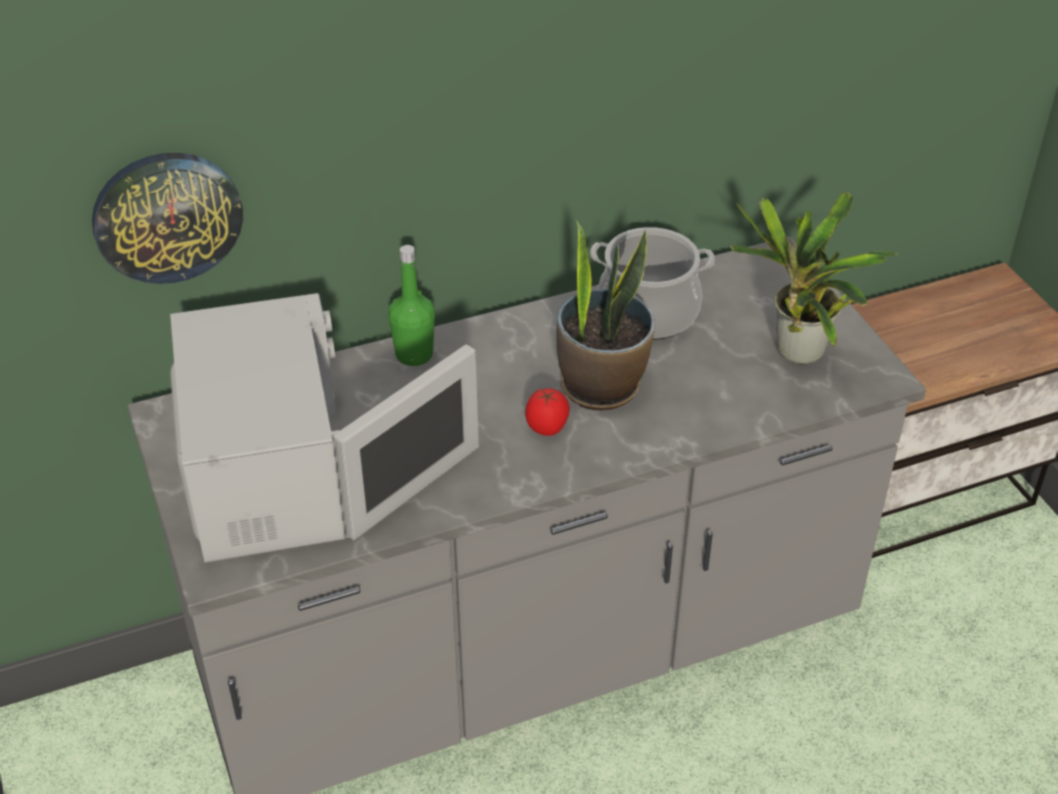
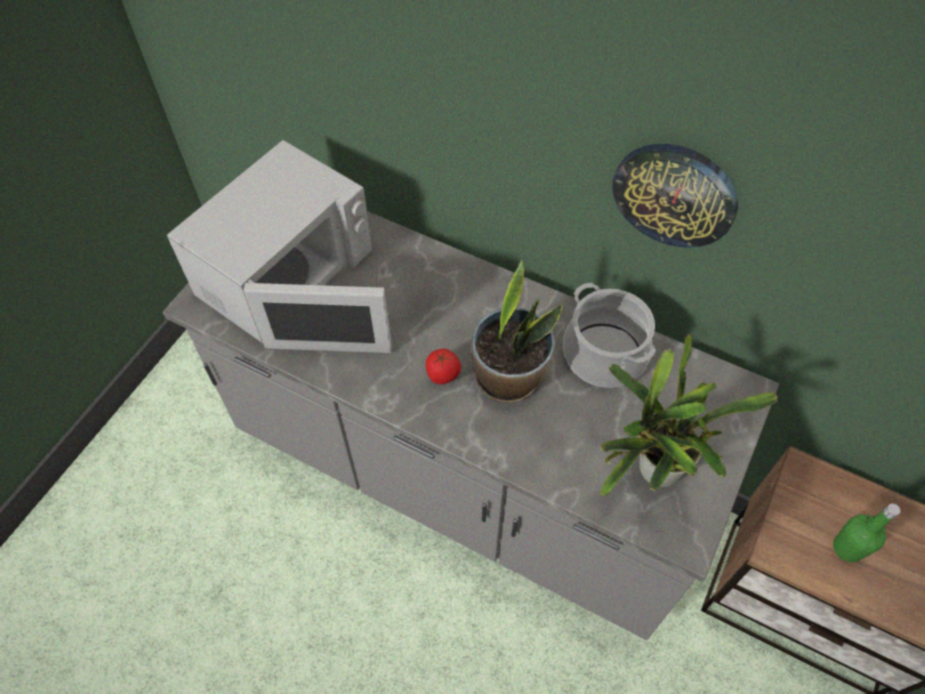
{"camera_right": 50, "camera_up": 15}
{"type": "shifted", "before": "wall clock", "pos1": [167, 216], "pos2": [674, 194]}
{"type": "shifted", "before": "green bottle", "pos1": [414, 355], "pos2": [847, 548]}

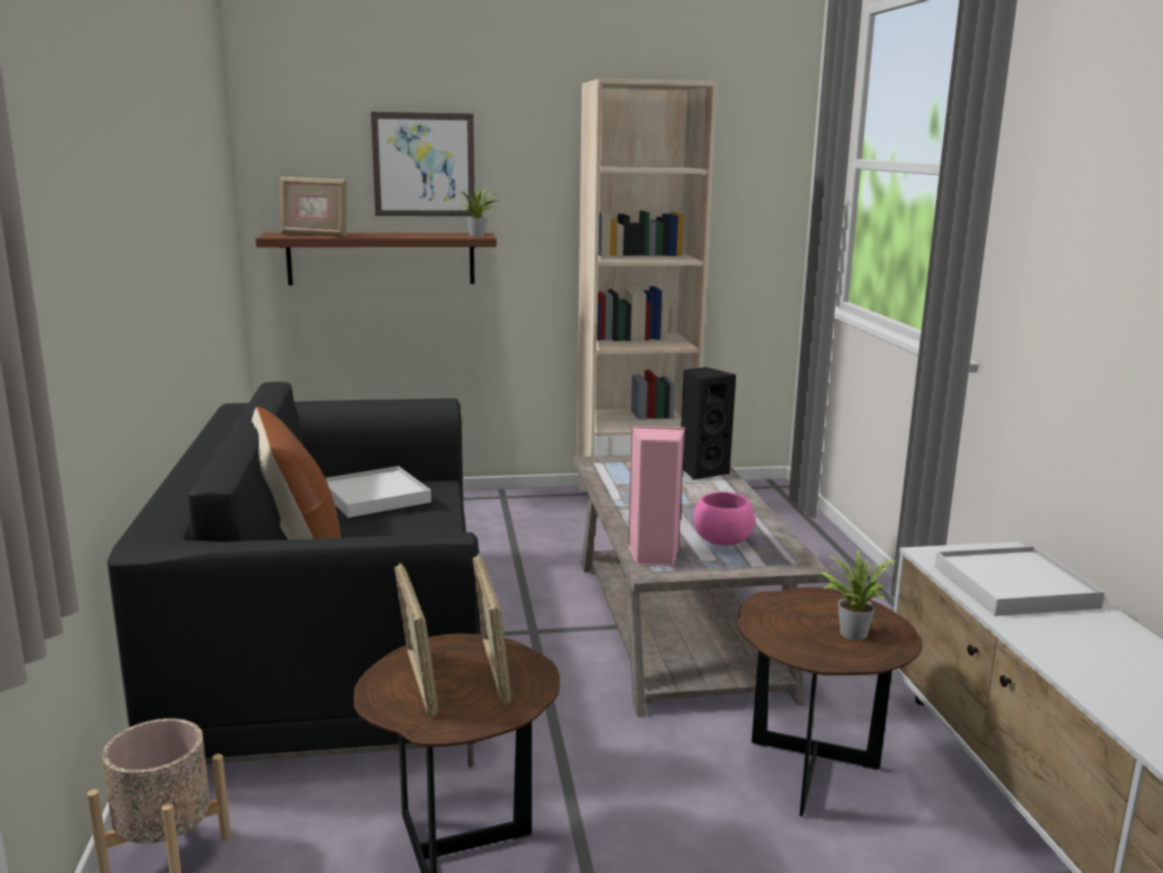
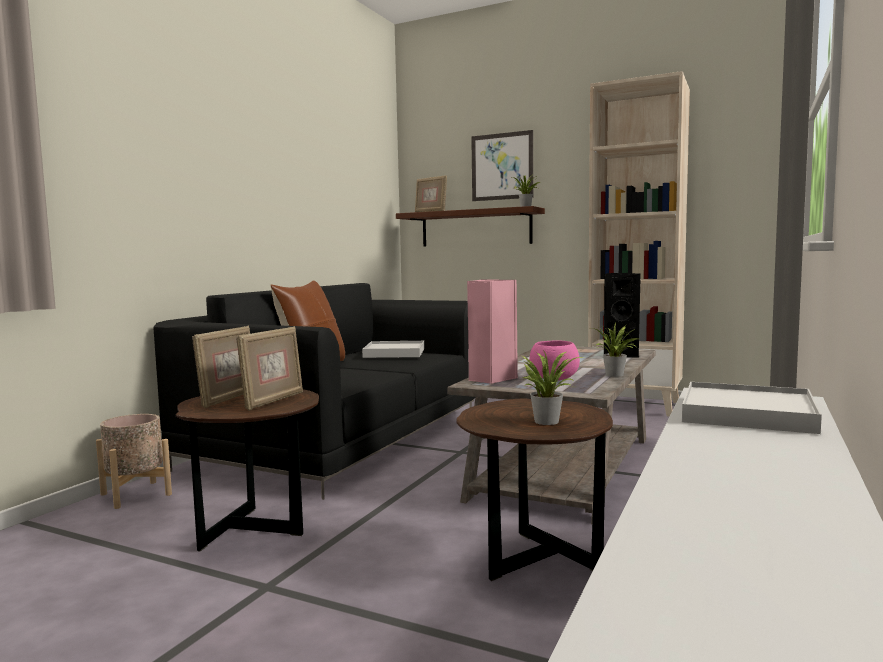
{"camera_right": 35, "camera_up": -10}
{"type": "new", "after": "potted plant", "pos2": [615, 375]}

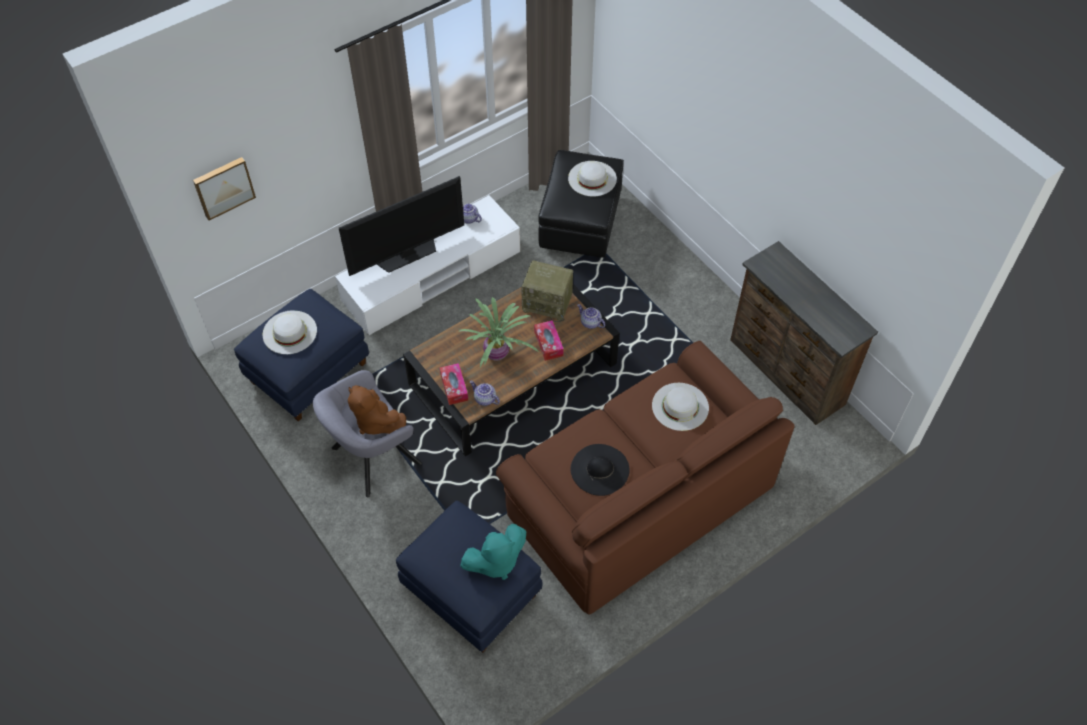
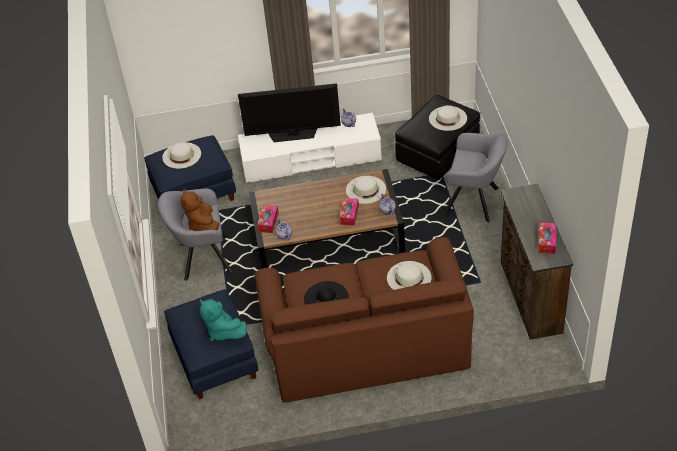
{"camera_right": 30, "camera_up": -10}
{"type": "gone", "before": "picture", "pos1": [223, 187]}
{"type": "gone", "before": "potted plant", "pos1": [497, 354]}
{"type": "rotated", "before": "turquoise plush toy", "pos1": [495, 561], "pos2": [223, 331], "turn": 45}
{"type": "swapped", "before": "radio", "after": "white hat", "pos1": [548, 303], "pos2": [365, 189]}
{"type": "new", "after": "grey armchair", "pos2": [475, 202]}
{"type": "new", "after": "tissue box", "pos2": [546, 241]}

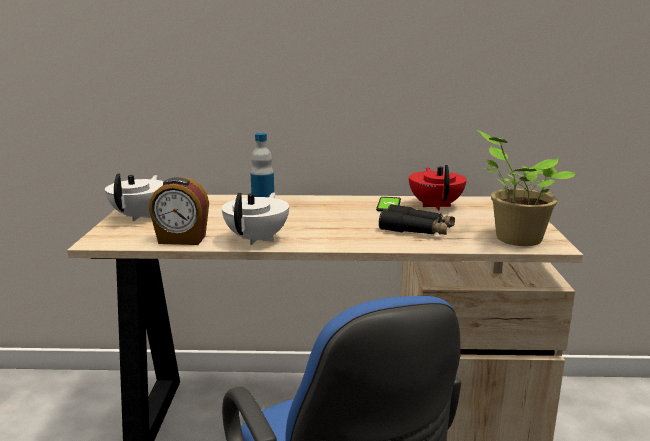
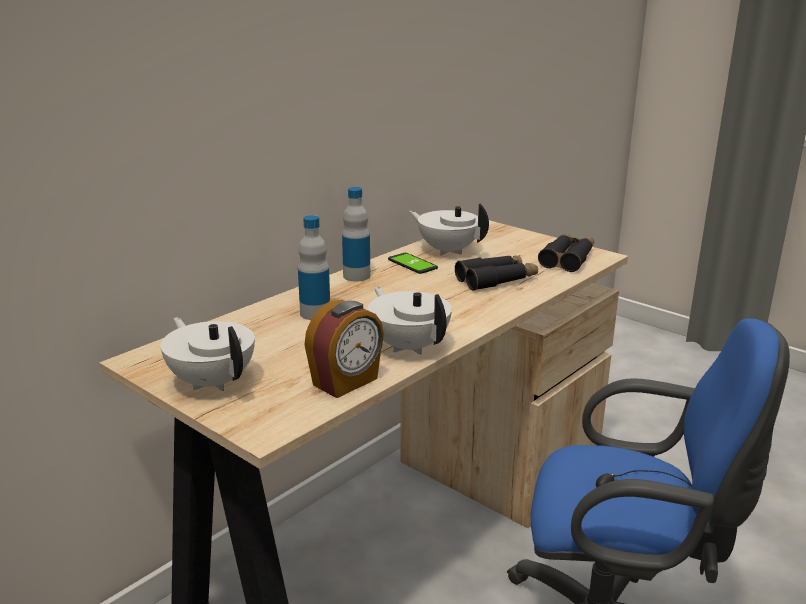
{"camera_right": -50, "camera_up": 5}
{"type": "repainted", "before": "red teapot", "after": "white teapot", "pos1": [436, 206], "pos2": [448, 250]}
{"type": "swapped", "before": "potted plant", "after": "black binoculars", "pos1": [514, 238], "pos2": [567, 259]}
{"type": "new", "after": "bottle", "pos2": [356, 276]}

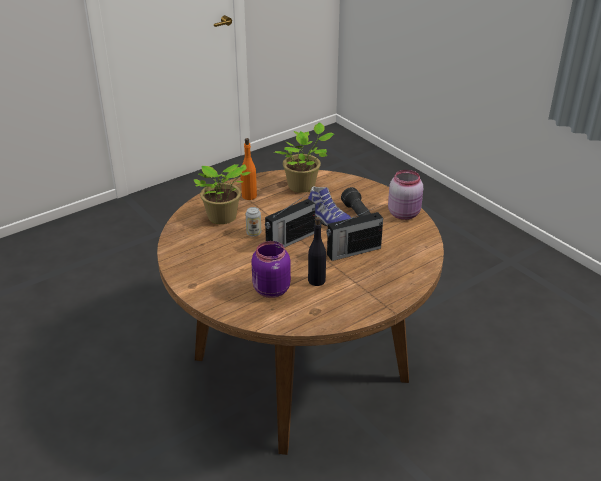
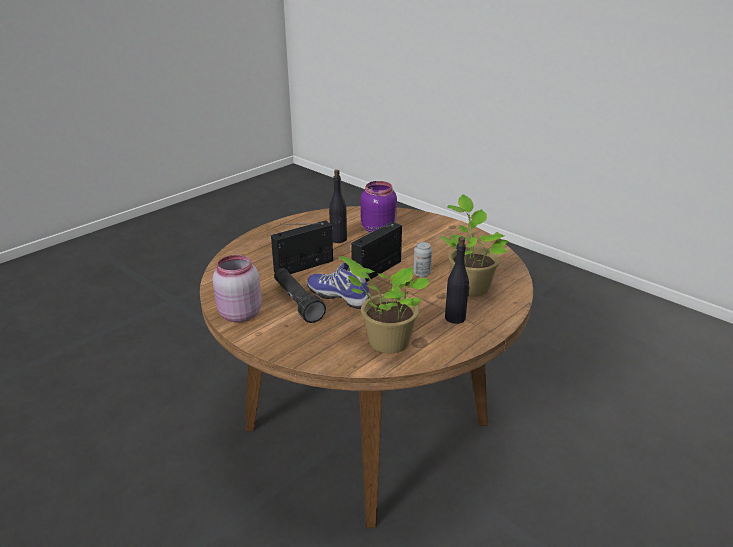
{"camera_right": 170, "camera_up": -5}
{"type": "repainted", "before": "orange bottle", "after": "black bottle", "pos1": [249, 196], "pos2": [455, 318]}

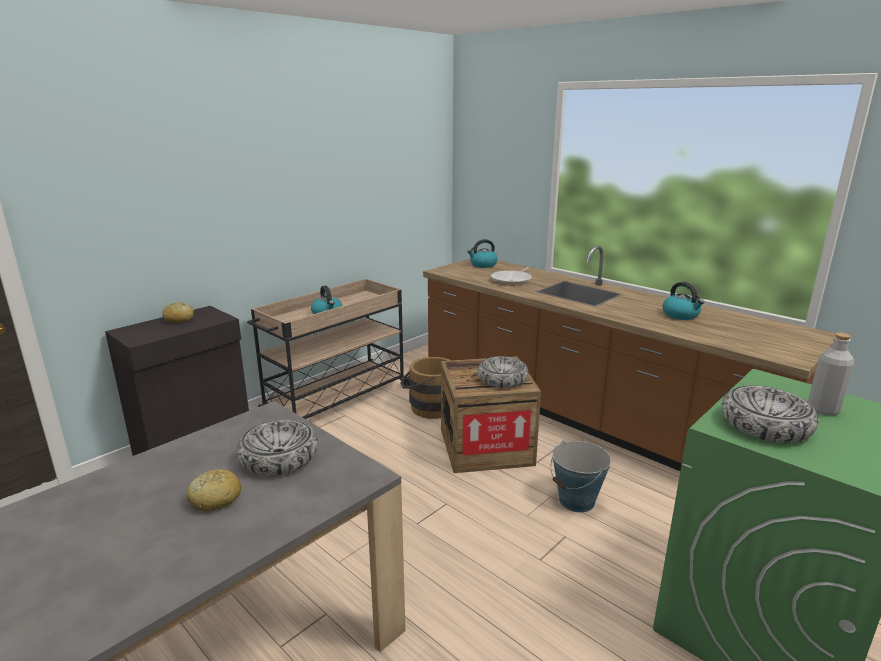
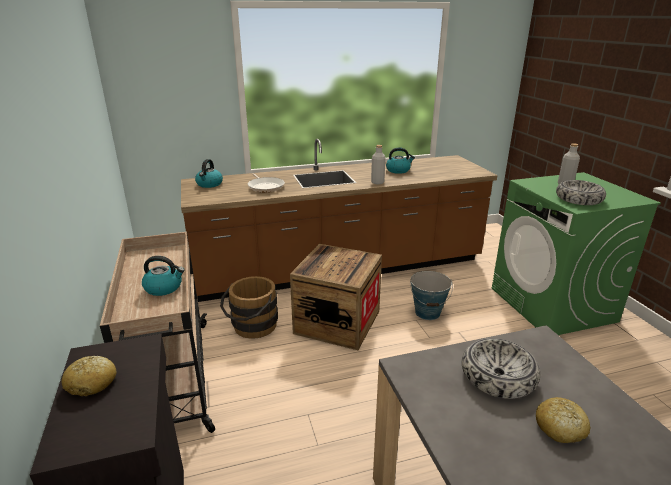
{"camera_right": -60, "camera_up": 5}
{"type": "gone", "before": "bowl", "pos1": [502, 379]}
{"type": "new", "after": "grey bottle", "pos2": [377, 182]}

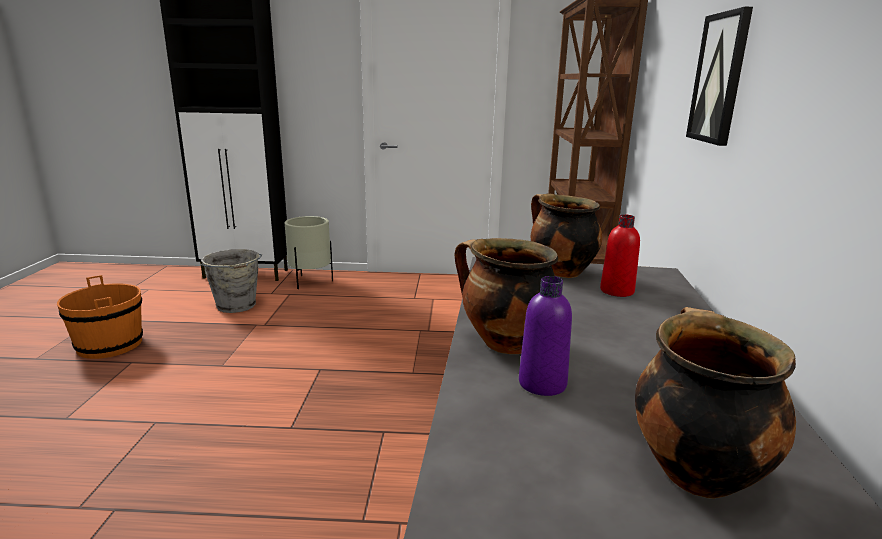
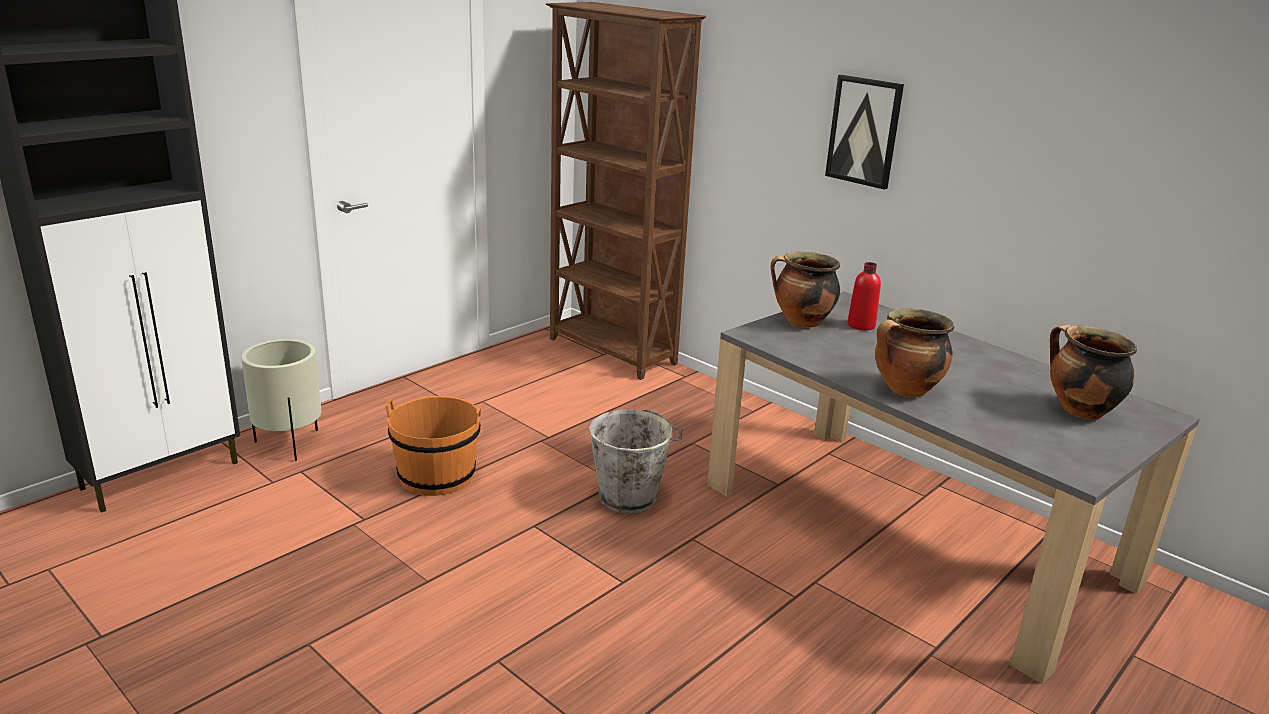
{"camera_right": -50, "camera_up": 5}
{"type": "shifted", "before": "orange bucket", "pos1": [110, 345], "pos2": [437, 476]}
{"type": "shifted", "before": "grey bucket", "pos1": [236, 306], "pos2": [630, 498]}
{"type": "gone", "before": "purple bottle", "pos1": [542, 383]}

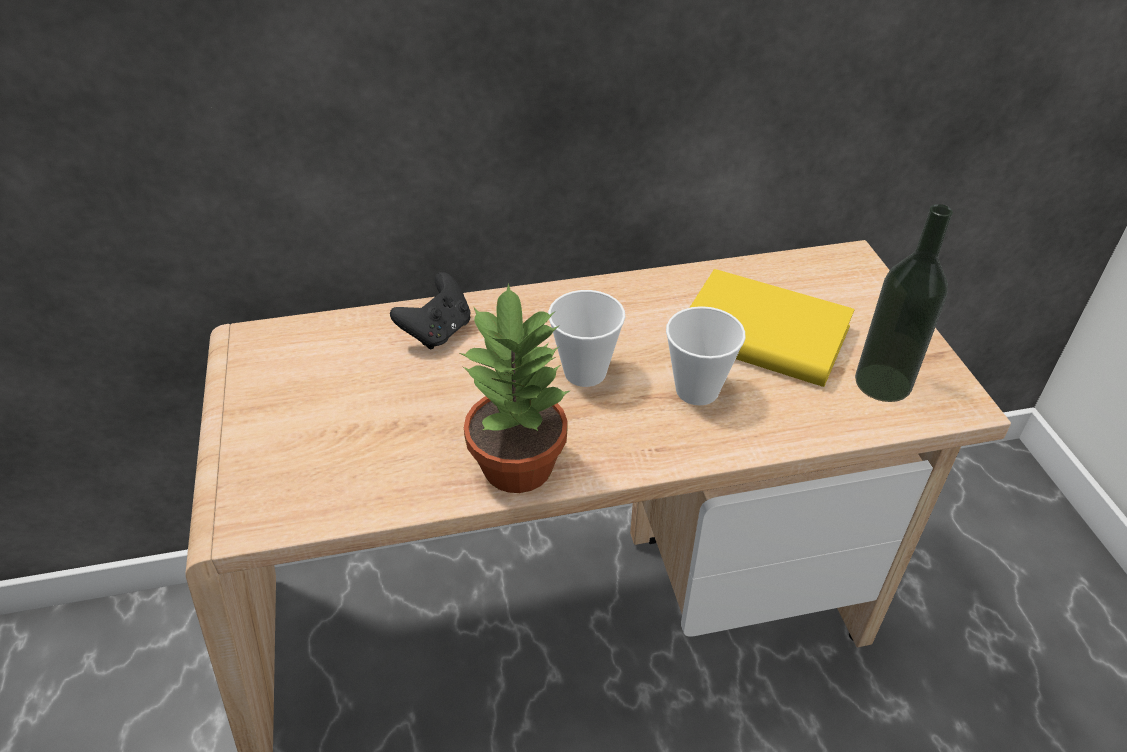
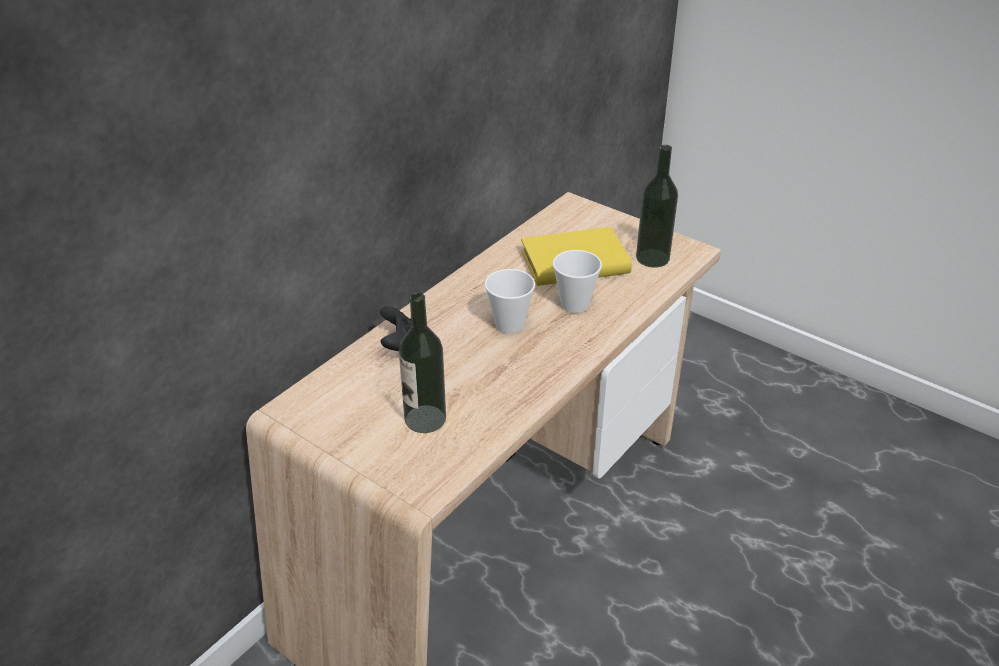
{"camera_right": -40, "camera_up": -5}
{"type": "gone", "before": "potted plant", "pos1": [519, 465]}
{"type": "new", "after": "bottle", "pos2": [425, 419]}

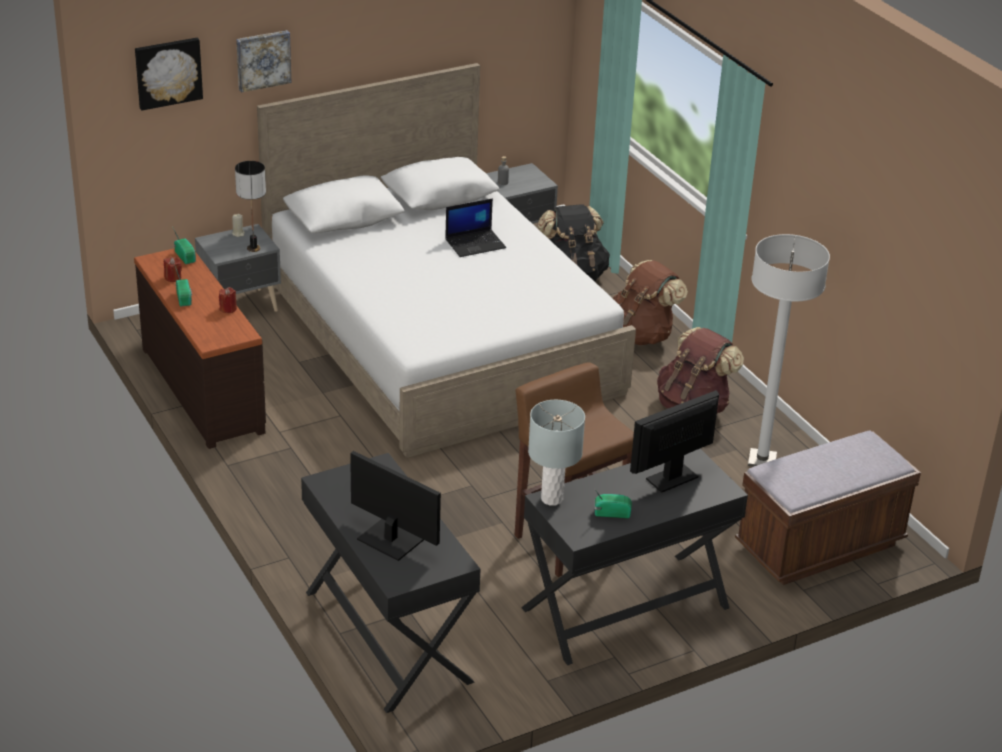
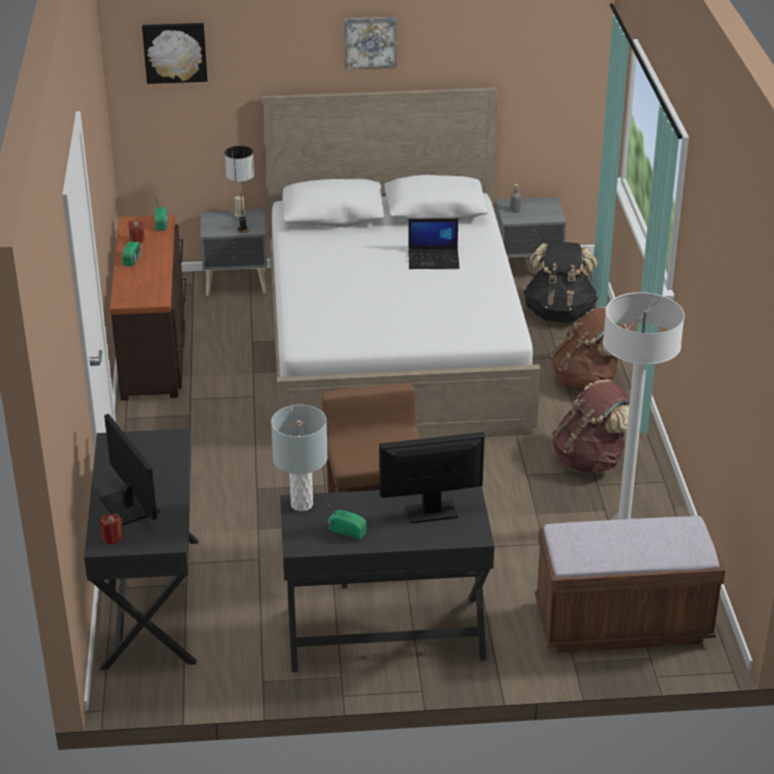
{"camera_right": 25, "camera_up": 0}
{"type": "shifted", "before": "red candle", "pos1": [228, 309], "pos2": [113, 538]}
{"type": "shifted", "before": "picture", "pos1": [262, 60], "pos2": [370, 42]}

